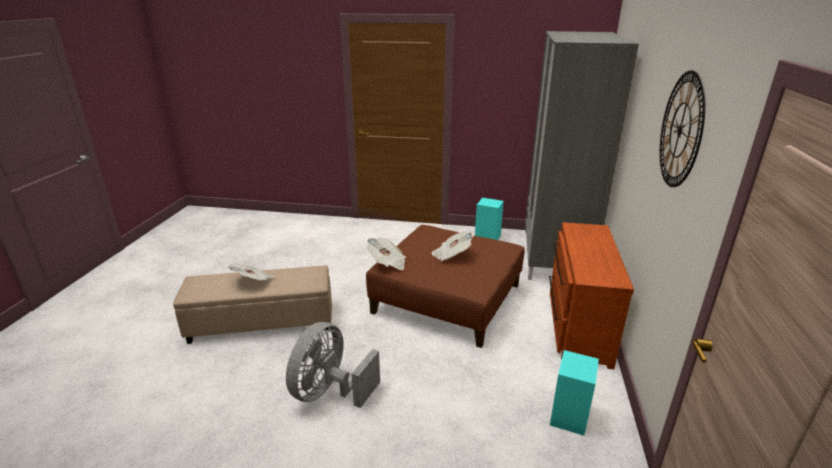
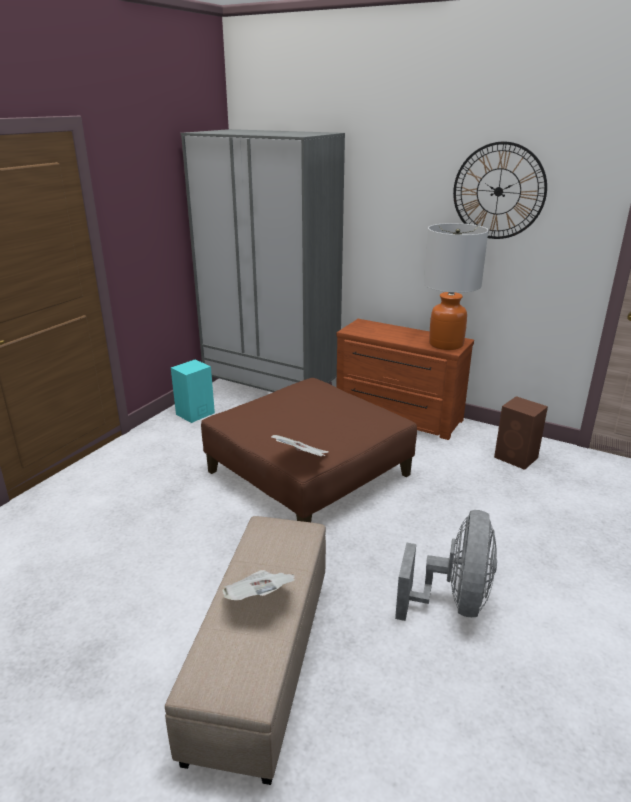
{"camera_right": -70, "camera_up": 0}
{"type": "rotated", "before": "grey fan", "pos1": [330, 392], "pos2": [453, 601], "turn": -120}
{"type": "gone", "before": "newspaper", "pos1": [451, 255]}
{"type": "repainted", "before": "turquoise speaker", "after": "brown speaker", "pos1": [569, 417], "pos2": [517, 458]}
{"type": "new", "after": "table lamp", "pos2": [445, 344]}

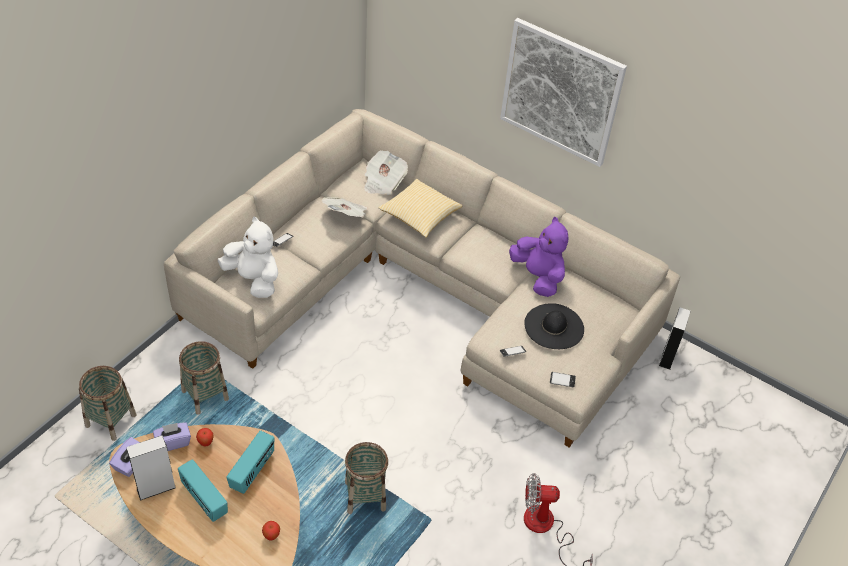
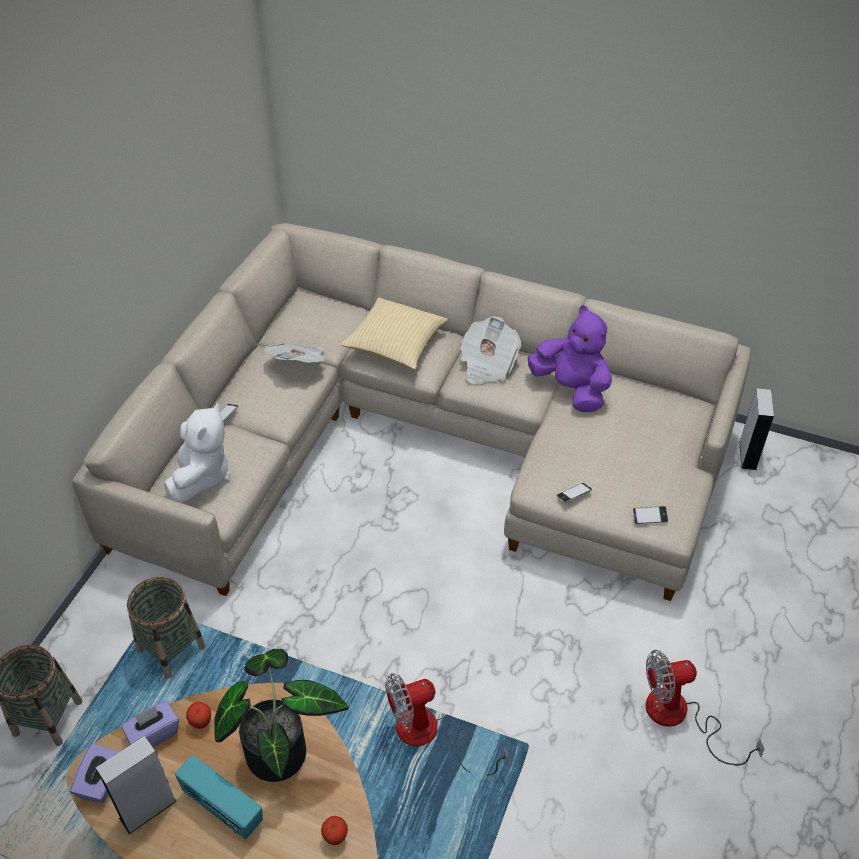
{"camera_right": -10, "camera_up": 0}
{"type": "rotated", "before": "white plush toy", "pos1": [253, 279], "pos2": [201, 476], "turn": 75}
{"type": "swapped", "before": "radio", "after": "potted plant", "pos1": [253, 471], "pos2": [280, 747]}
{"type": "swapped", "before": "basket", "after": "fan", "pos1": [365, 496], "pos2": [431, 735]}
{"type": "shifted", "before": "newspaper", "pos1": [383, 182], "pos2": [487, 364]}
{"type": "gone", "before": "picture", "pos1": [561, 92]}
{"type": "gone", "before": "black hat", "pos1": [554, 326]}

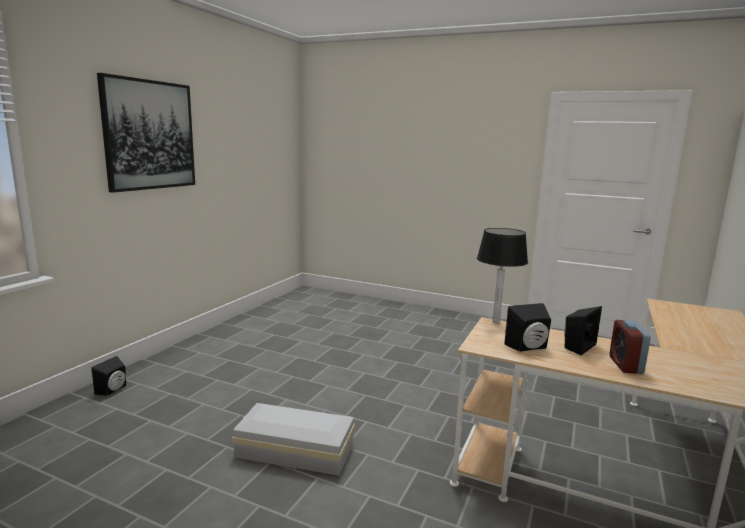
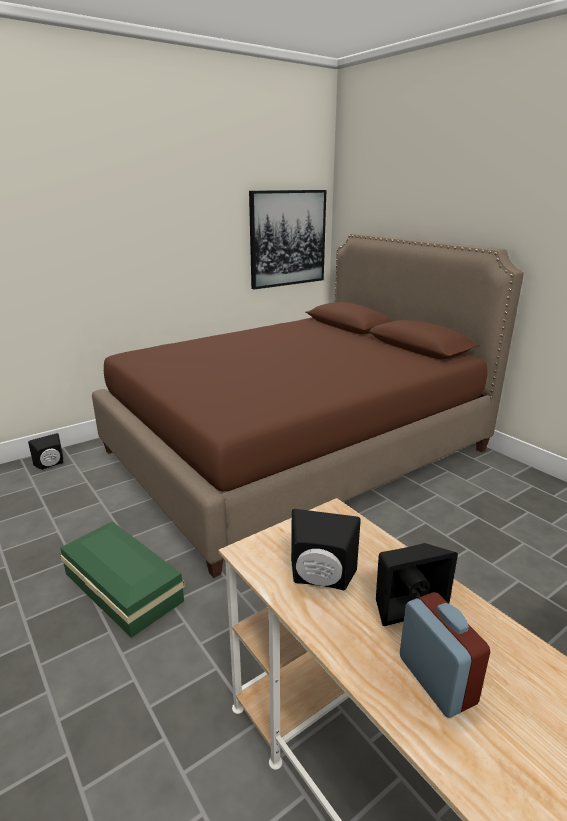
{"camera_right": 30, "camera_up": 10}
{"type": "shifted", "before": "picture", "pos1": [149, 135], "pos2": [287, 238]}
{"type": "repainted", "before": "white storage box", "after": "green storage box", "pos1": [294, 449], "pos2": [123, 585]}
{"type": "gone", "before": "table lamp", "pos1": [495, 322]}
{"type": "rotated", "before": "alarm clock", "pos1": [625, 365], "pos2": [436, 680], "turn": 120}
{"type": "new", "after": "brown bed", "pos2": [296, 450]}

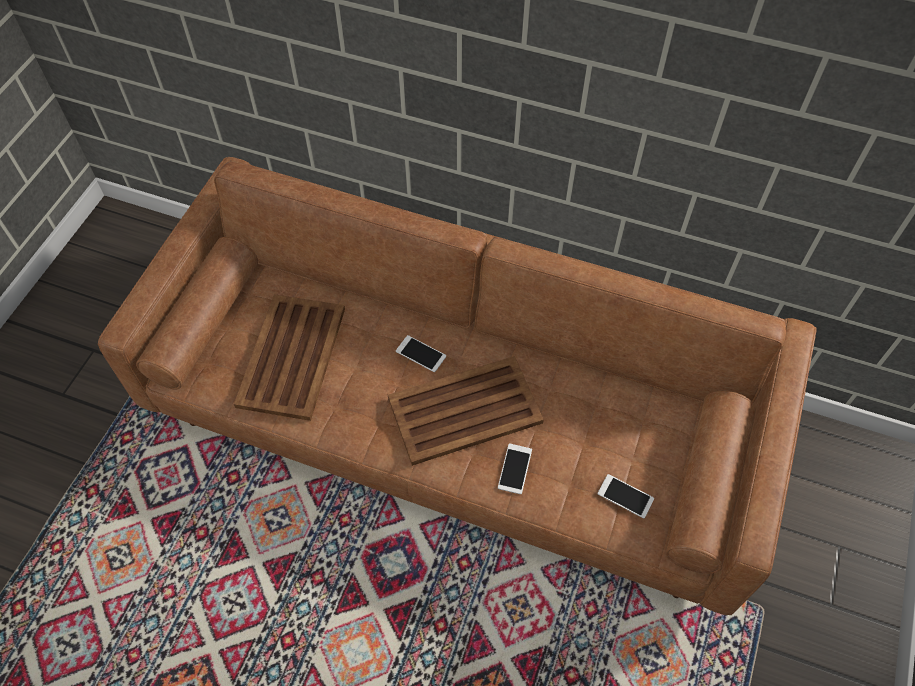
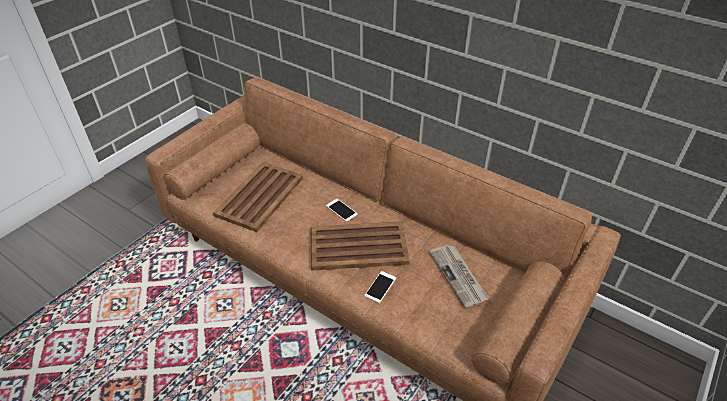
{"camera_right": 15, "camera_up": -15}
{"type": "gone", "before": "phone", "pos1": [625, 496]}
{"type": "new", "after": "newspaper", "pos2": [458, 276]}

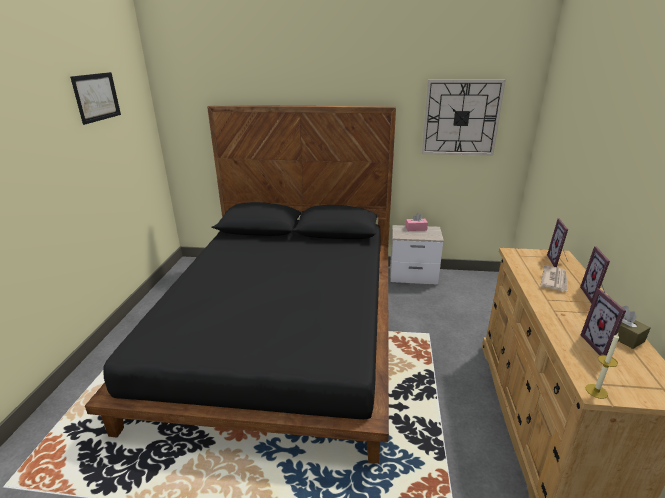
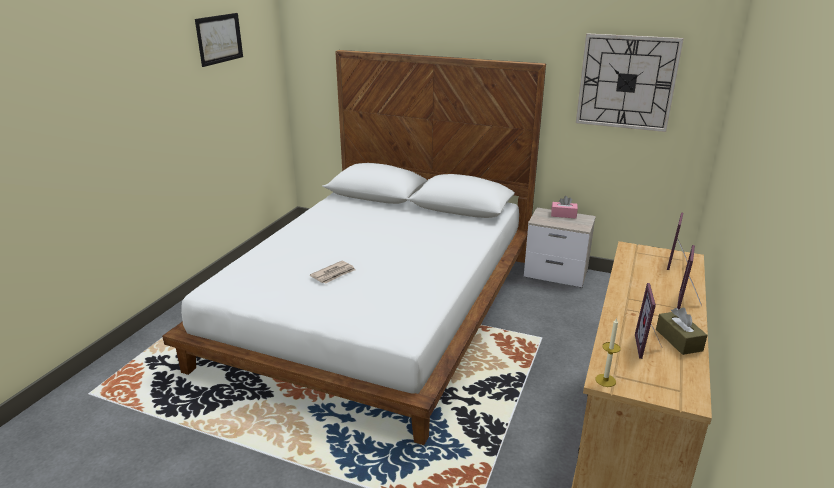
{"camera_right": 15, "camera_up": 0}
{"type": "repainted", "before": "black bed", "after": "white bed", "pos1": [283, 330], "pos2": [378, 308]}
{"type": "shifted", "before": "newspaper", "pos1": [554, 280], "pos2": [334, 274]}

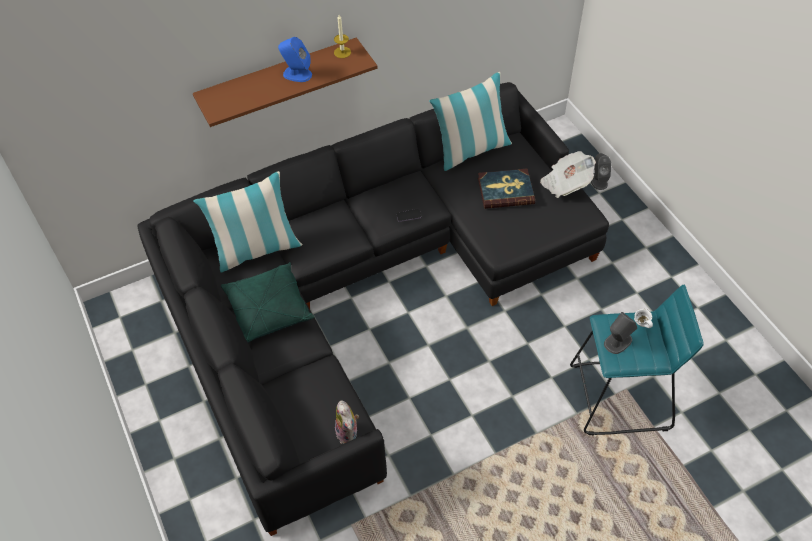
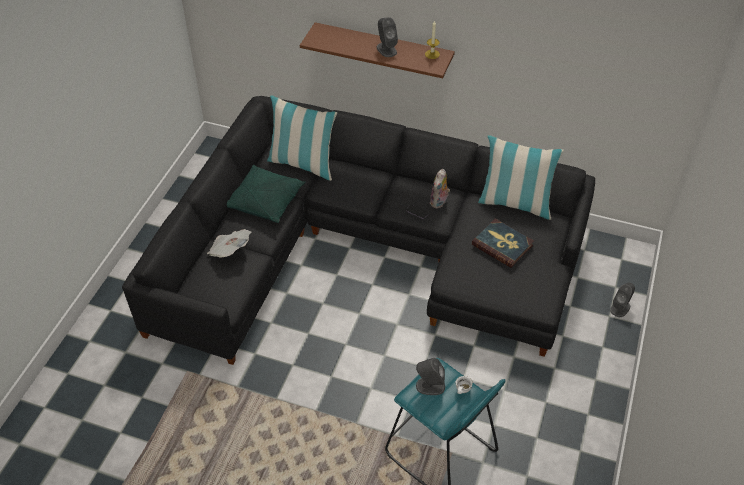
{"camera_right": 45, "camera_up": -5}
{"type": "repainted", "before": "blue speaker", "after": "grey speaker", "pos1": [297, 74], "pos2": [386, 49]}
{"type": "shifted", "before": "plush toy", "pos1": [349, 433], "pos2": [439, 202]}
{"type": "shifted", "before": "newspaper", "pos1": [565, 183], "pos2": [230, 251]}

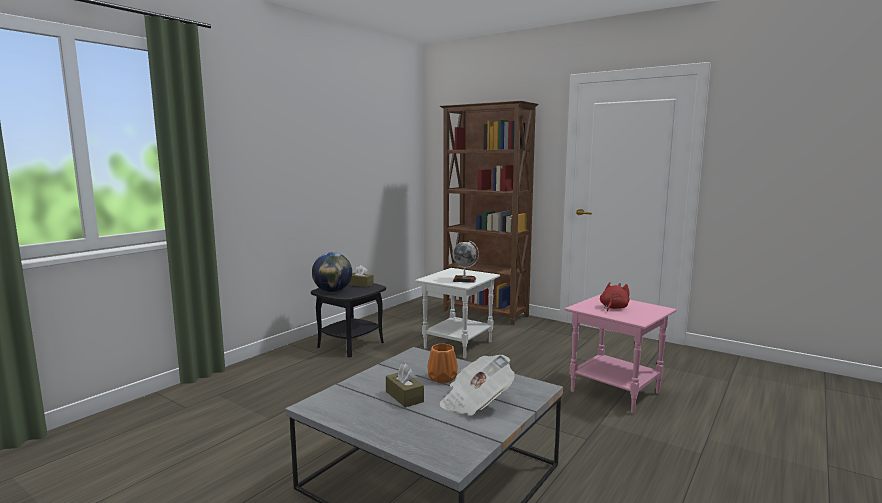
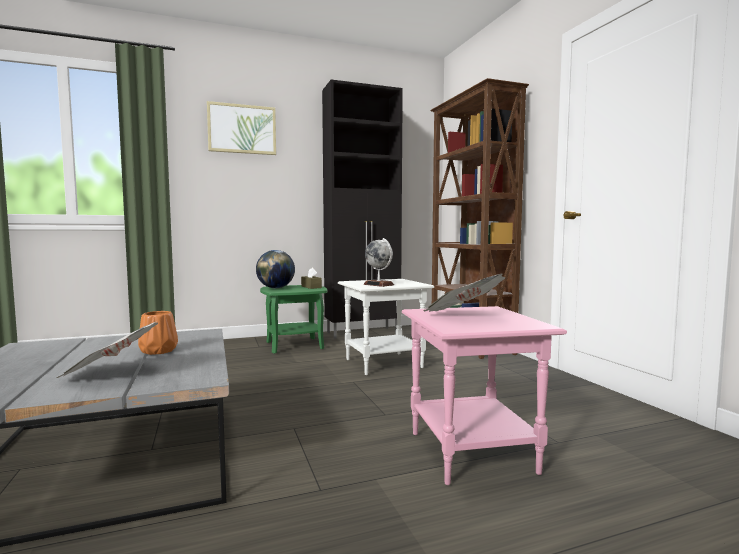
{"camera_right": 35, "camera_up": -5}
{"type": "repainted", "before": "black side table", "after": "green side table", "pos1": [351, 345], "pos2": [294, 345]}
{"type": "gone", "before": "brown tissue box", "pos1": [404, 397]}
{"type": "swapped", "before": "red plush toy", "after": "newspaper", "pos1": [613, 308], "pos2": [463, 316]}
{"type": "new", "after": "picture", "pos2": [242, 129]}
{"type": "new", "after": "black cabinet", "pos2": [363, 333]}

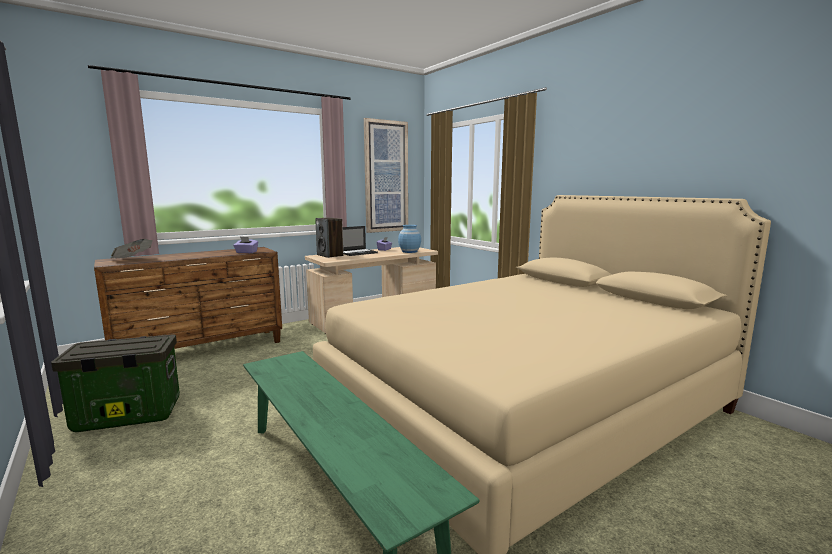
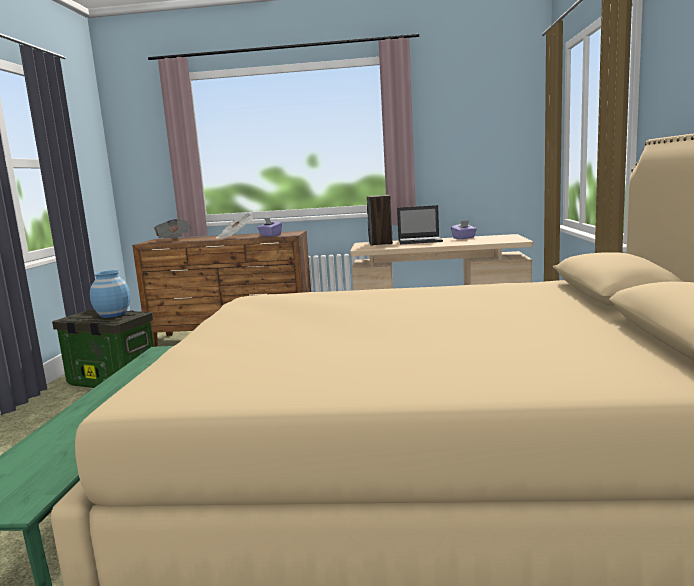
{"camera_right": 40, "camera_up": 0}
{"type": "gone", "before": "picture", "pos1": [386, 177]}
{"type": "shifted", "before": "blue vase", "pos1": [409, 251], "pos2": [113, 314]}
{"type": "new", "after": "newspaper", "pos2": [235, 236]}

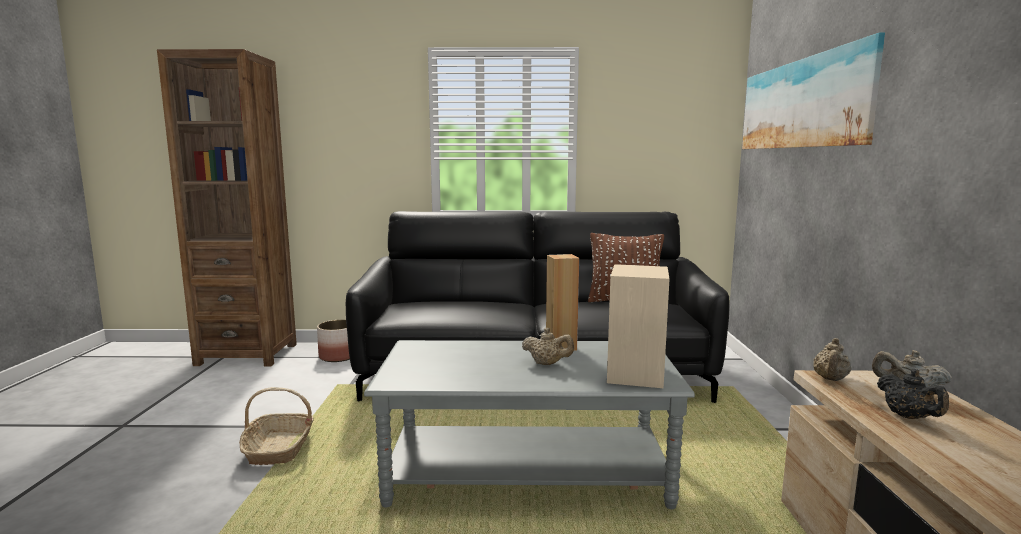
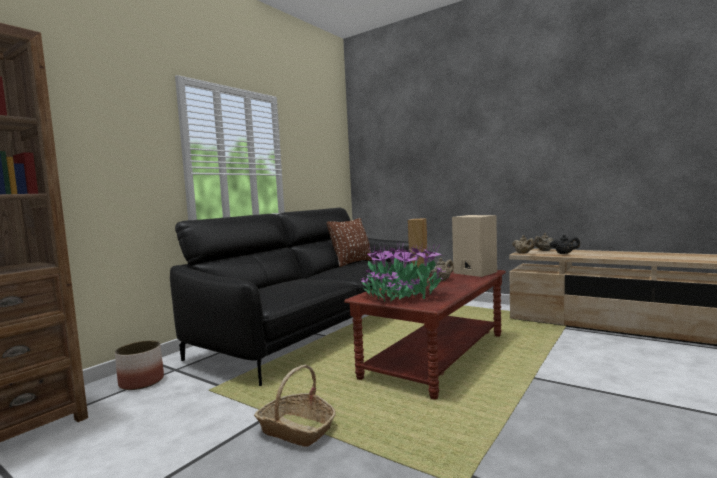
{"camera_right": -55, "camera_up": -5}
{"type": "repainted", "before": "grey coffee table", "after": "brown coffee table", "pos1": [527, 472], "pos2": [436, 355]}
{"type": "gone", "before": "picture", "pos1": [803, 104]}
{"type": "new", "after": "potted plant", "pos2": [402, 295]}

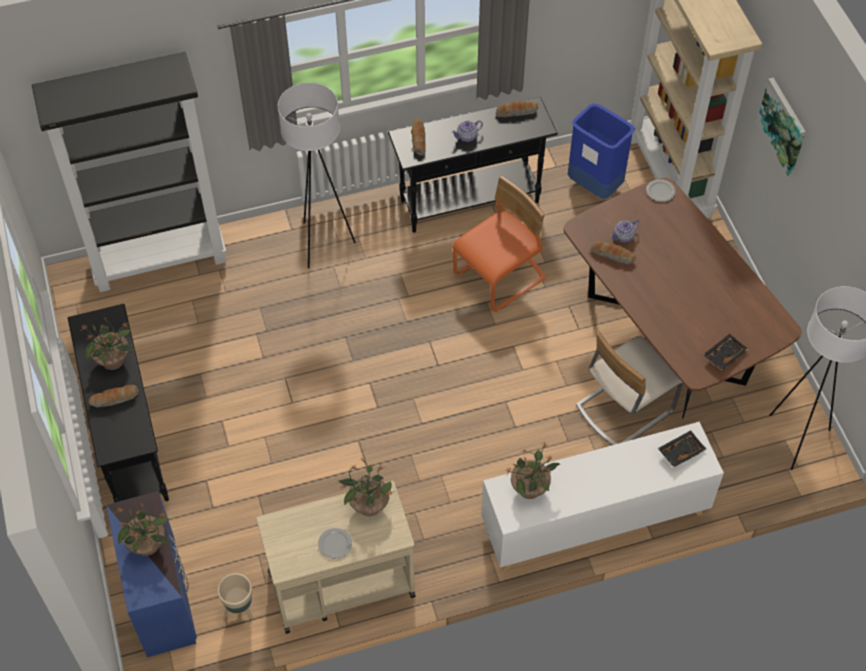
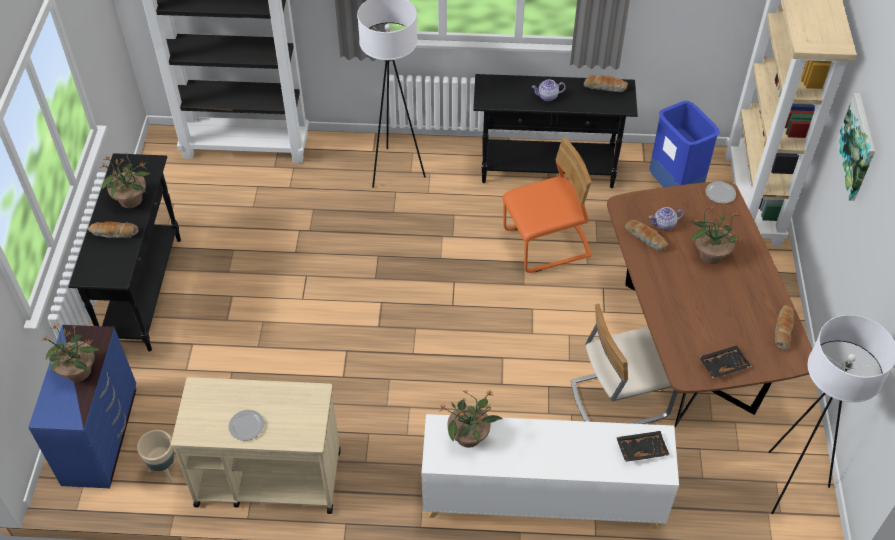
{"camera_right": 20, "camera_up": -5}
{"type": "shifted", "before": "potted plant", "pos1": [368, 504], "pos2": [710, 254]}
{"type": "shifted", "before": "bread", "pos1": [418, 140], "pos2": [782, 330]}

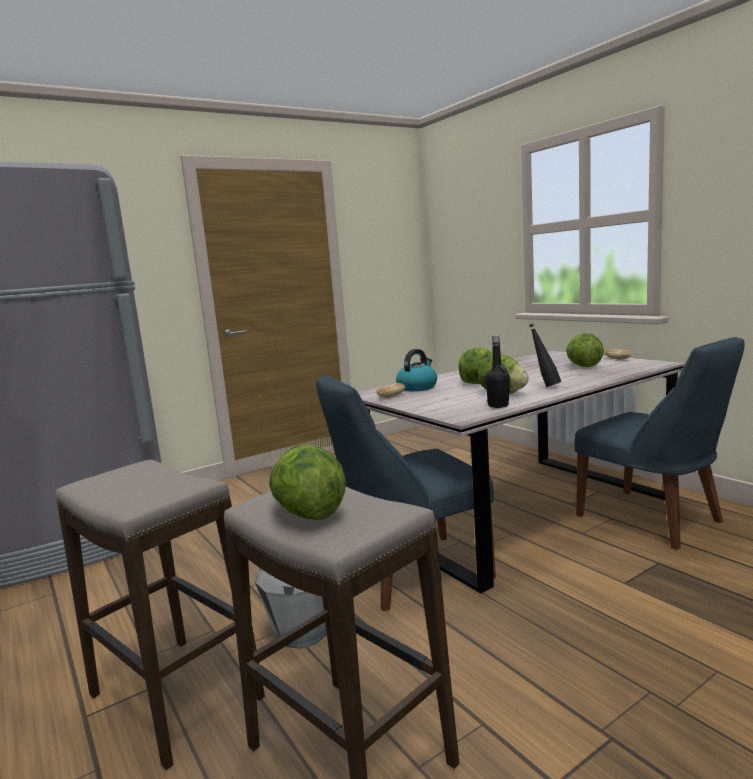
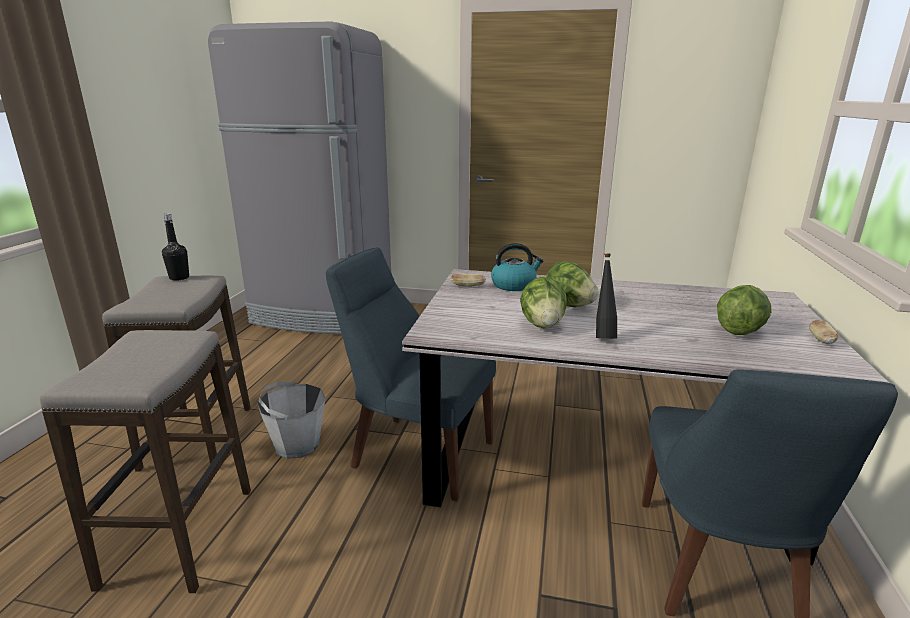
{"camera_right": 45, "camera_up": 10}
{"type": "gone", "before": "lettuce", "pos1": [308, 514]}
{"type": "shifted", "before": "black bottle", "pos1": [498, 405], "pos2": [179, 278]}

